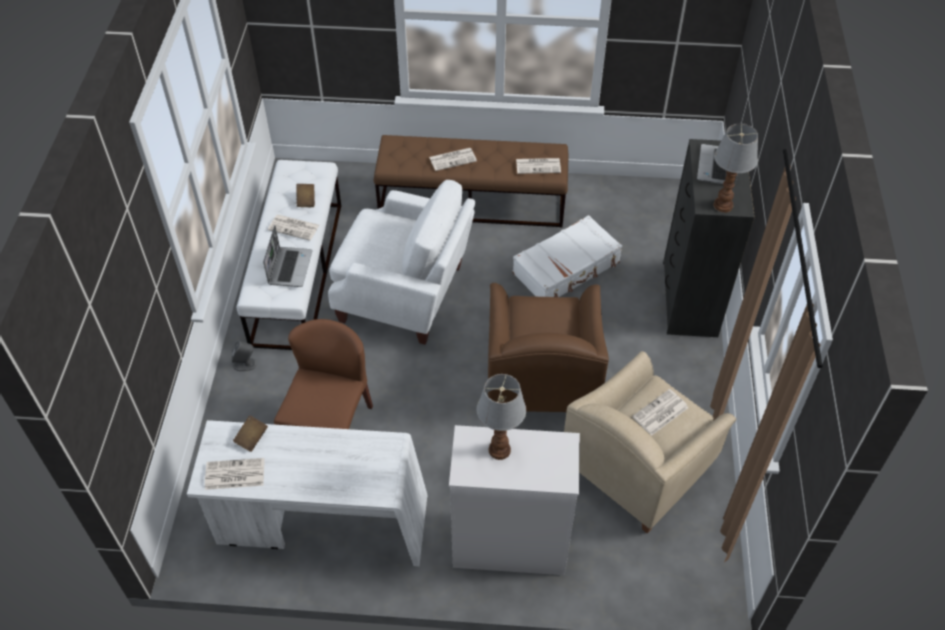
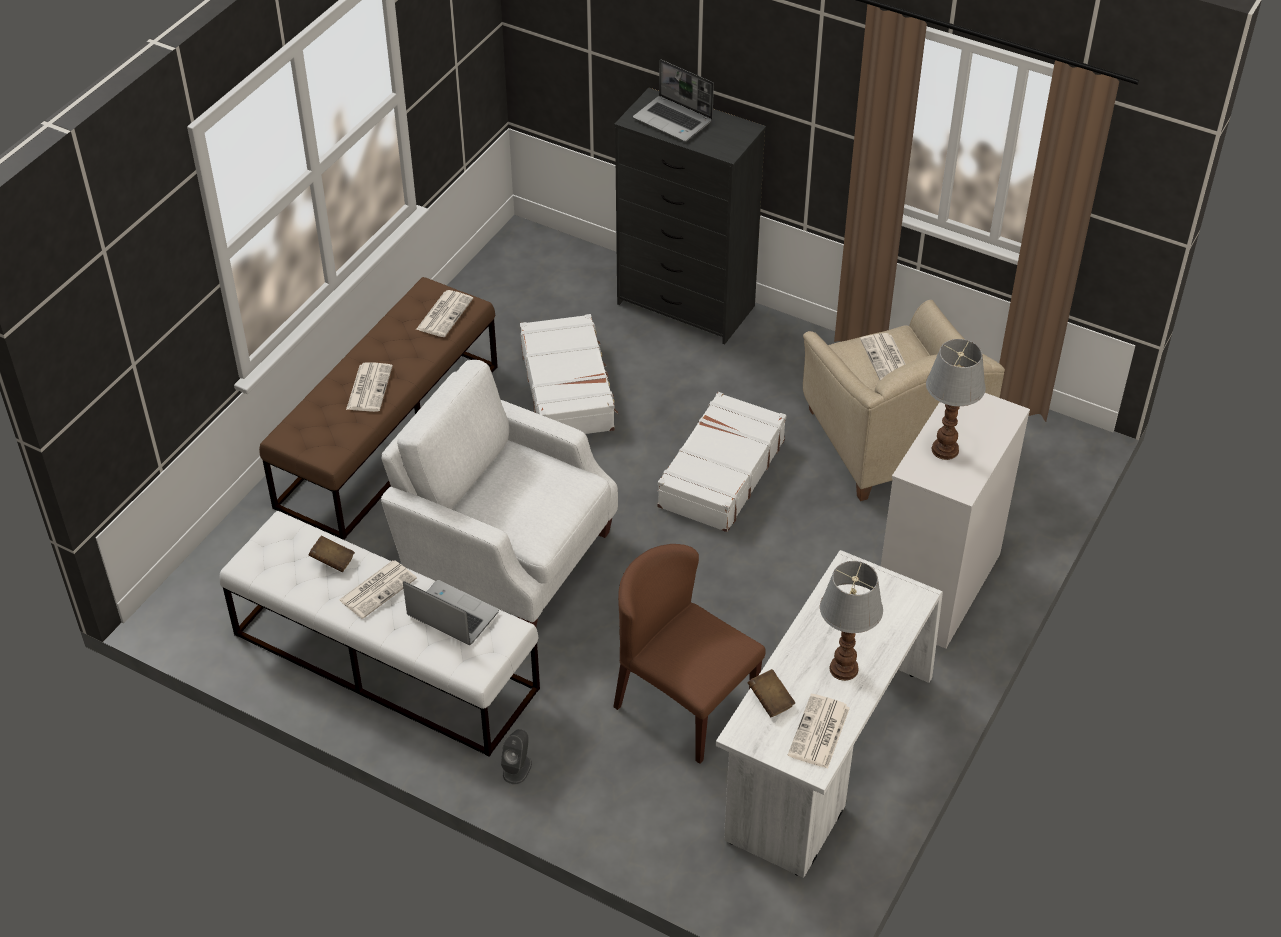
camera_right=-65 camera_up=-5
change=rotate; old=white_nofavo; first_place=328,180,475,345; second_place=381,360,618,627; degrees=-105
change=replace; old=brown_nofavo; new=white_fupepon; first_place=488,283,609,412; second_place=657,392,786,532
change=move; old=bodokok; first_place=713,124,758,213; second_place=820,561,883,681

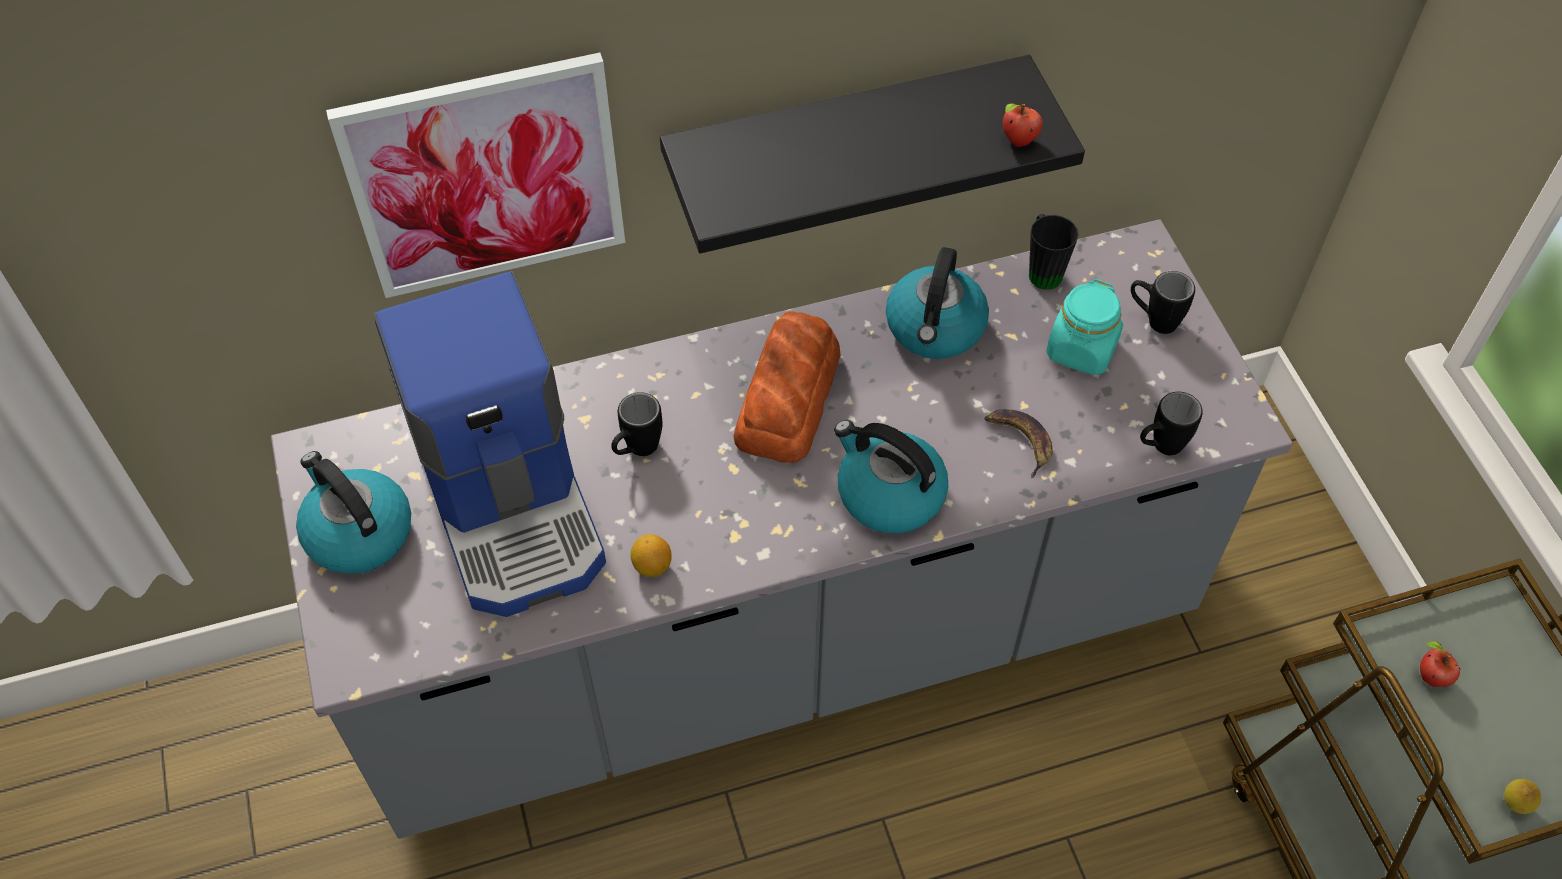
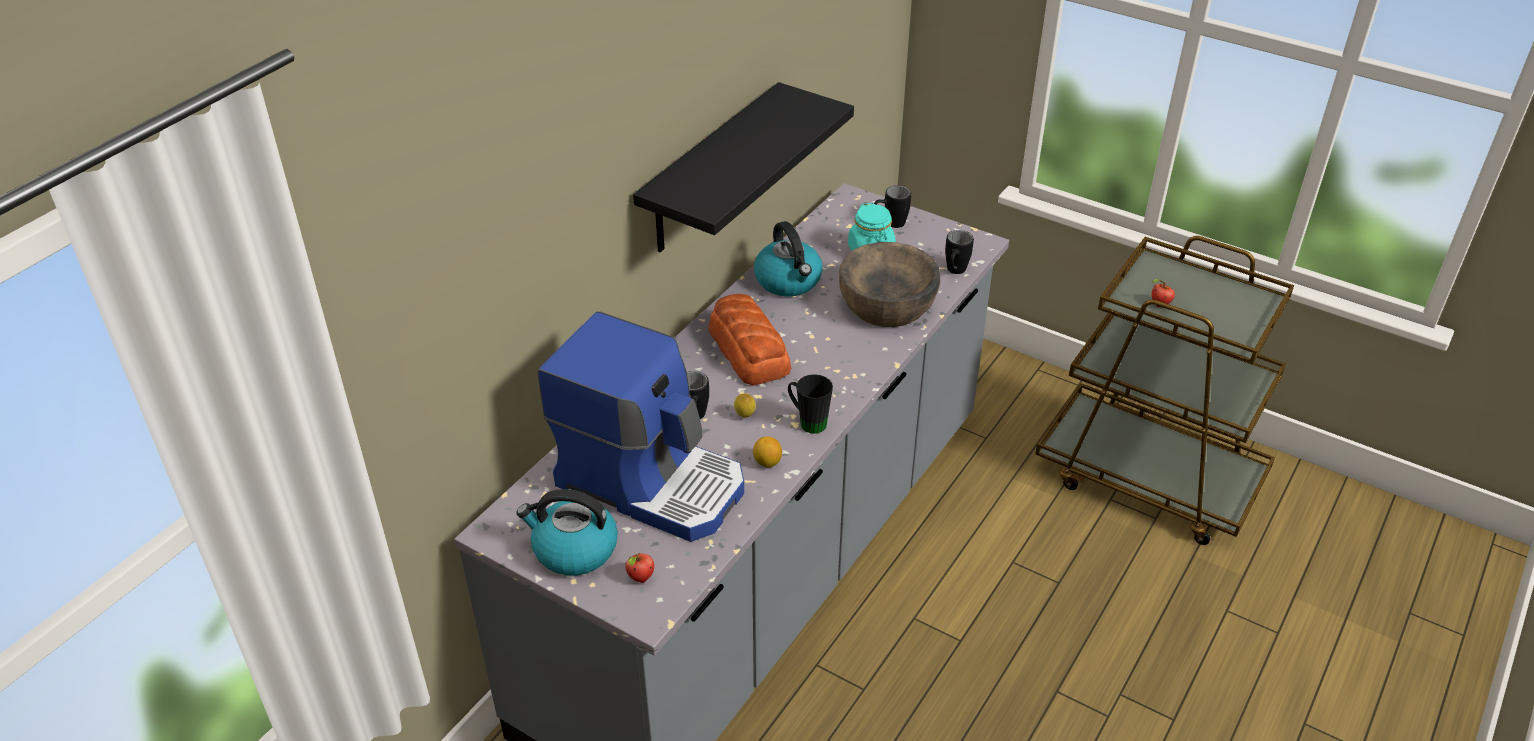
camera_right=-40 camera_up=-15
change=move; old=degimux; first_place=1003,103,1043,147; second_place=625,553,654,583
change=move; old=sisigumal; first_place=1504,779,1541,814; second_place=734,393,756,418
change=move; old=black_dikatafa; first_place=1029,214,1079,290; second_place=788,374,833,434
change=replace; old=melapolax; new=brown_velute; first_place=984,409,1053,478; second_place=839,242,940,327
change=delete; old=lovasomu; first_place=326,53,625,298
change=delete; old=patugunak; first_place=834,420,948,533

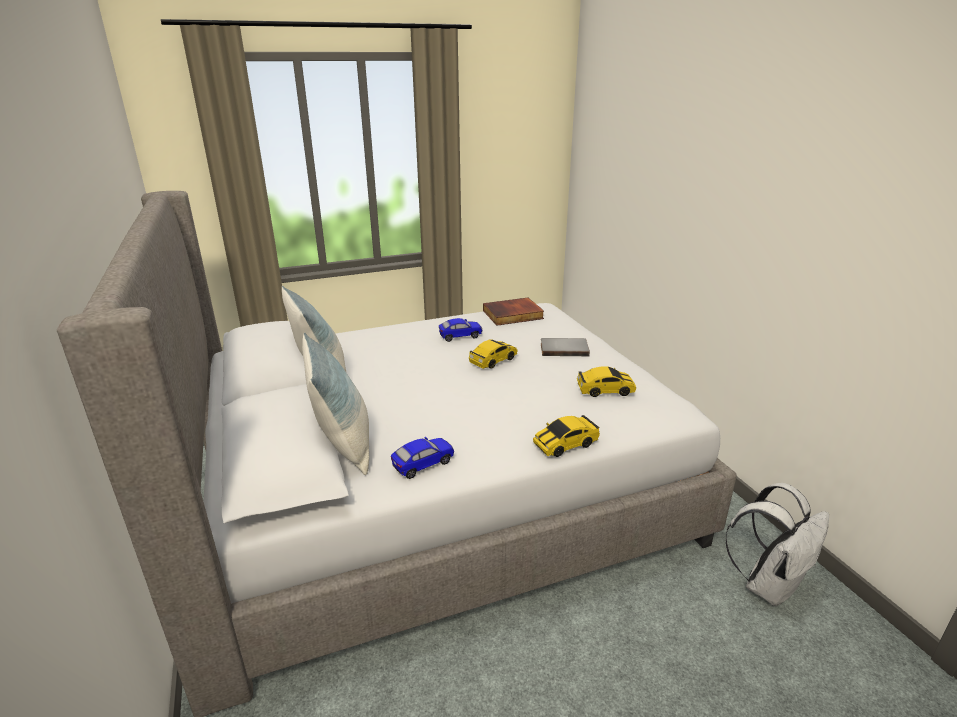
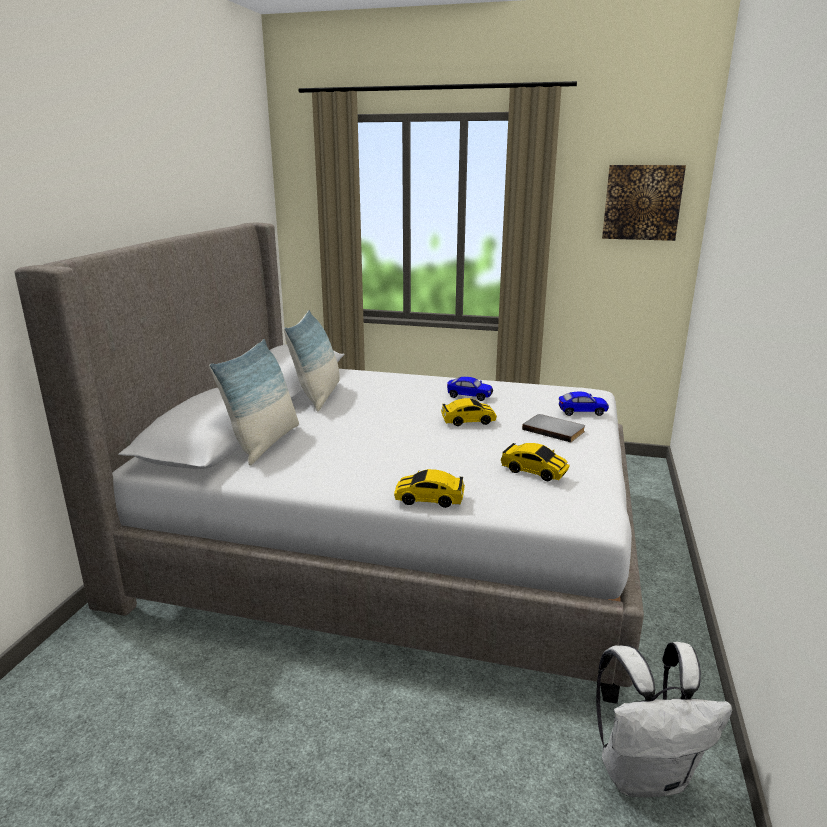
camera_right=35 camera_up=-5
change=move; old=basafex; first_place=391,437,454,479; second_place=559,392,609,416
change=insert; new=lovasomu; second_place=602,165,686,241
change=delete; old=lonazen; first_place=483,298,544,326

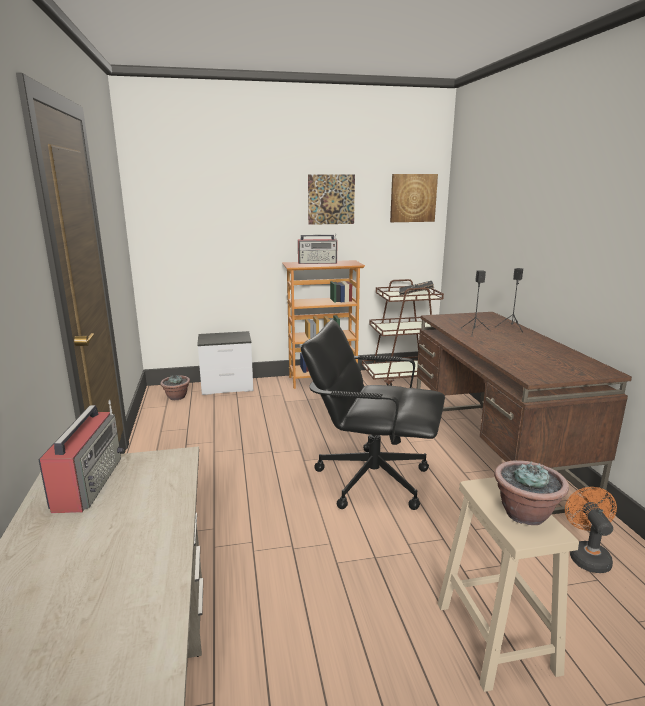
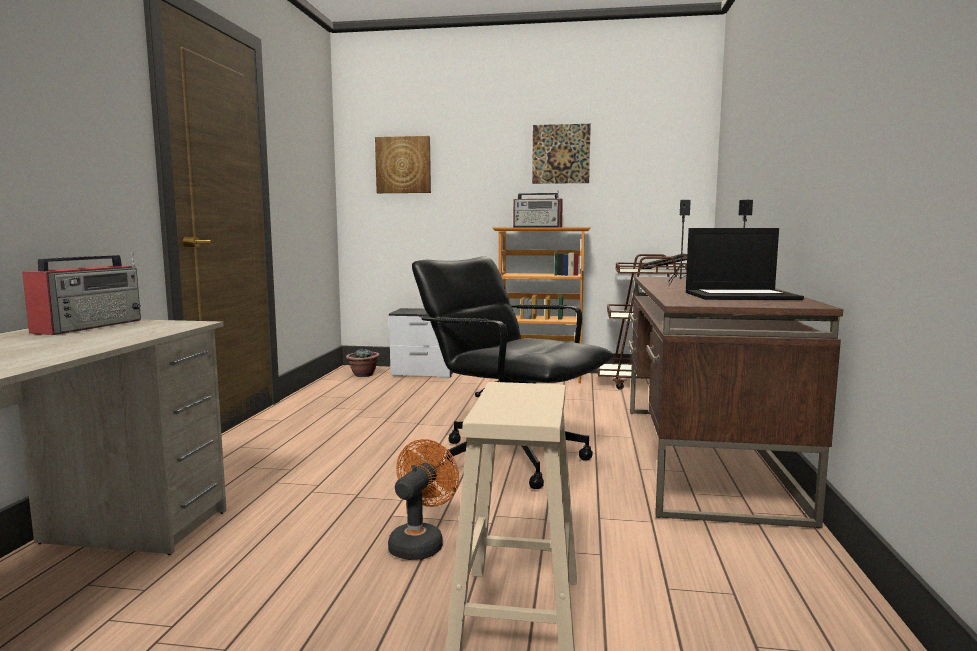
camera_right=20 camera_up=-10
change=move; old=lovasomu; first_place=390,174,438,222; second_place=375,136,431,193
change=move; old=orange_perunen; first_place=565,487,617,573; second_place=388,439,459,560
change=insert; new=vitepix; second_place=686,228,804,300
change=delete; old=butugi; first_place=494,460,569,525

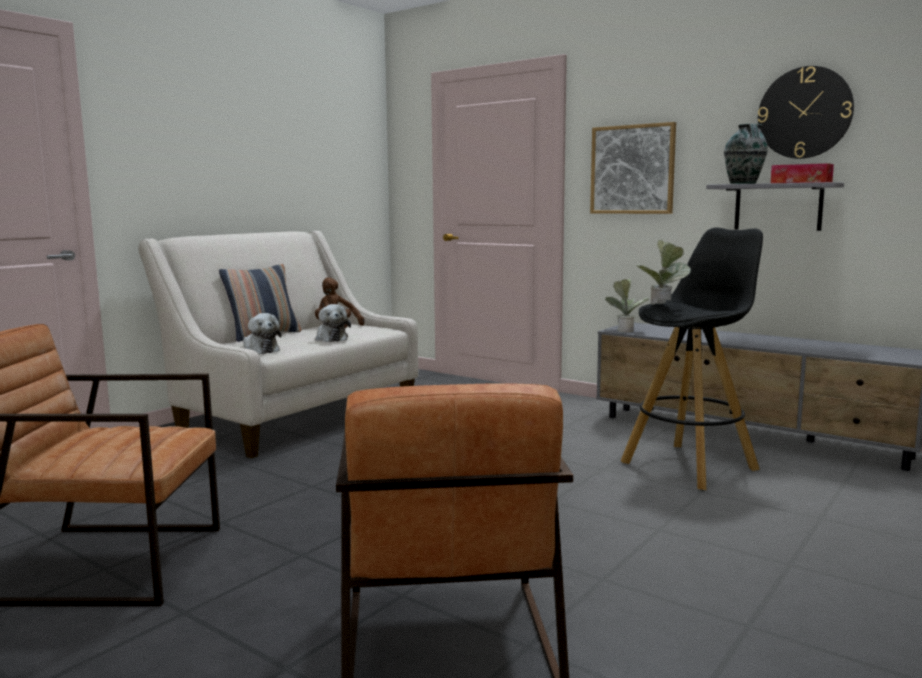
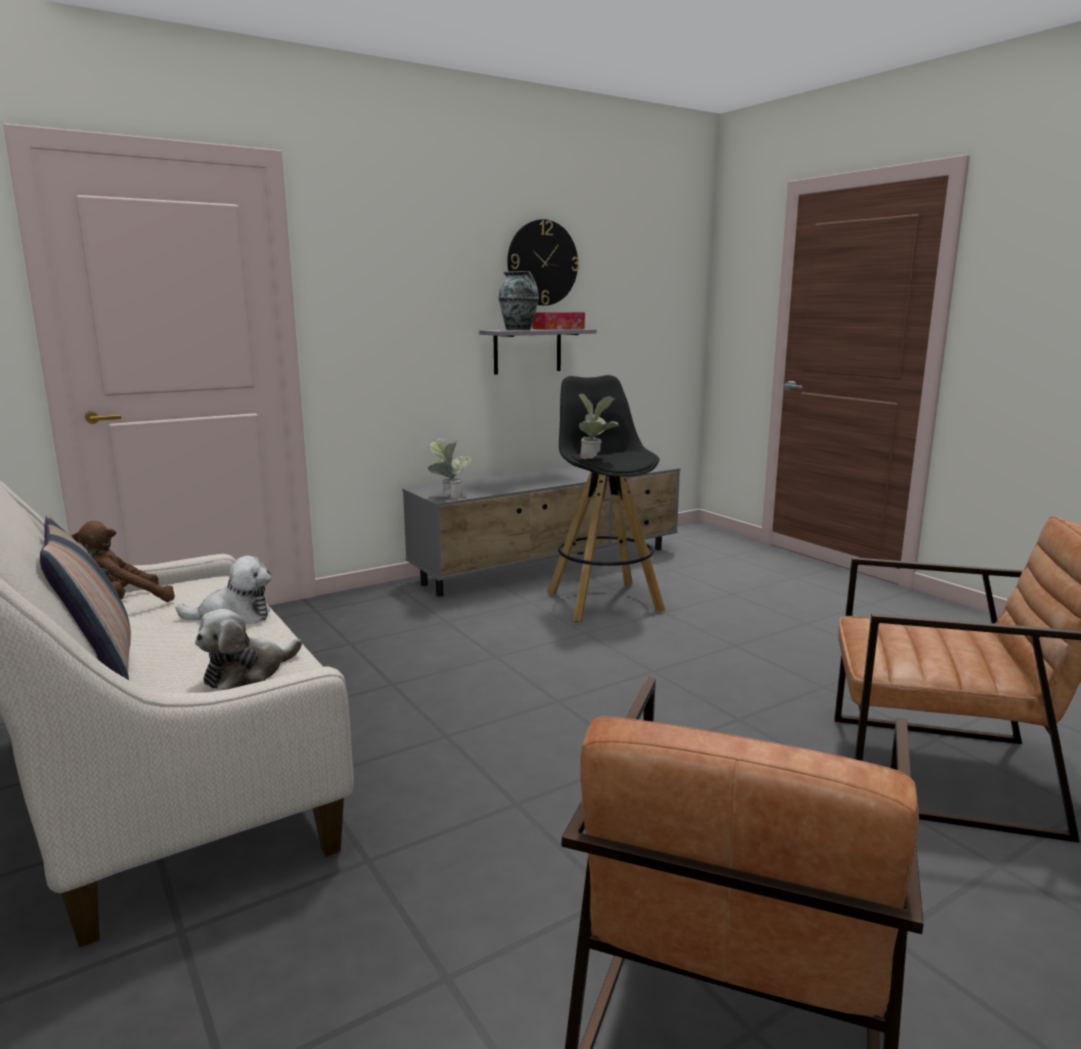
camera_right=-70 camera_up=5
change=rotate; old=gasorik; first_place=243,313,282,354; second_place=195,609,302,691; degrees=150
change=delete; old=lovasomu; first_place=590,122,676,214

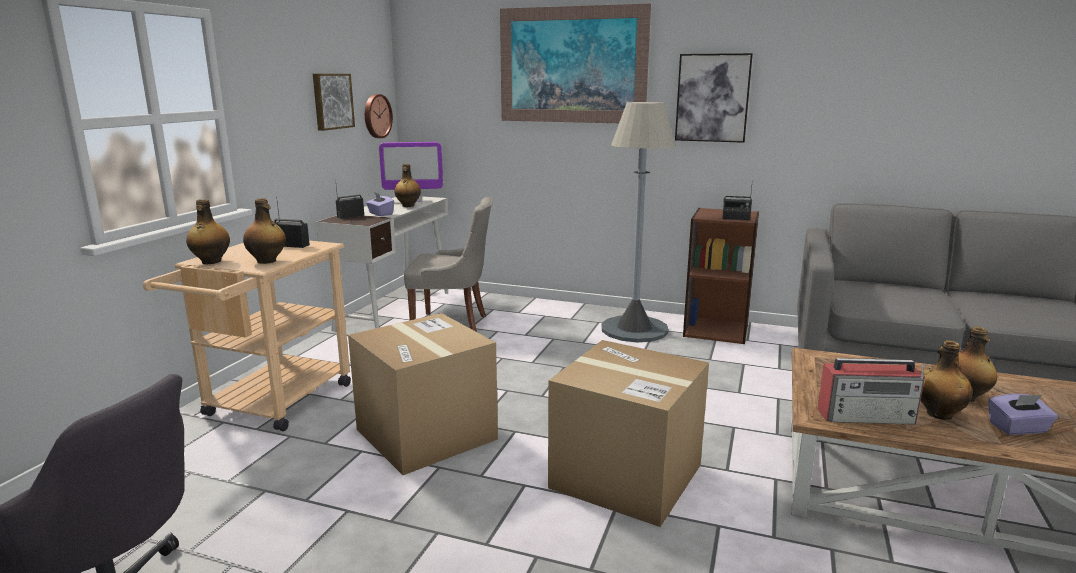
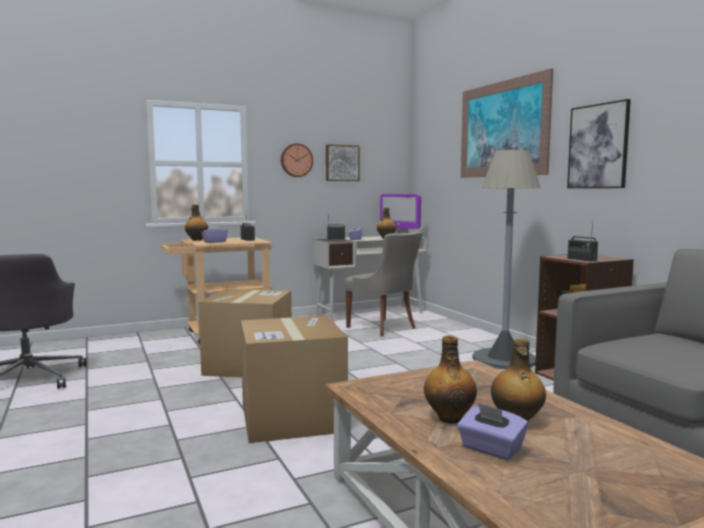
camera_right=45 camera_up=-10
change=replace; old=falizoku; new=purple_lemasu; first_place=243,198,286,264; second_place=201,223,228,243
change=move; old=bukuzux; first_place=365,94,393,138; second_place=281,143,313,177
change=delete; old=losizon; first_place=818,358,925,425

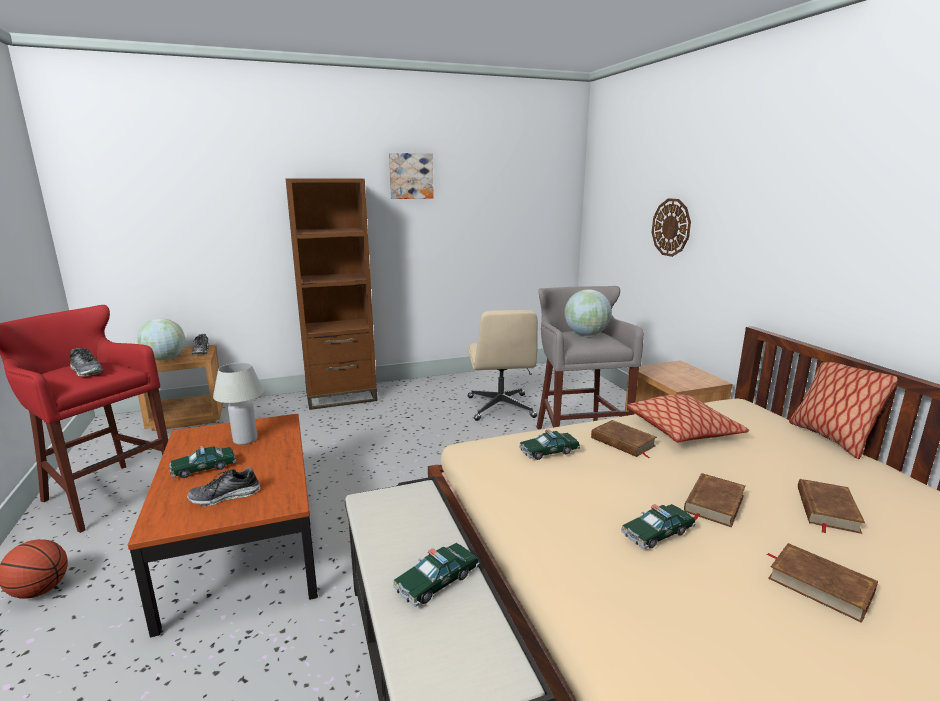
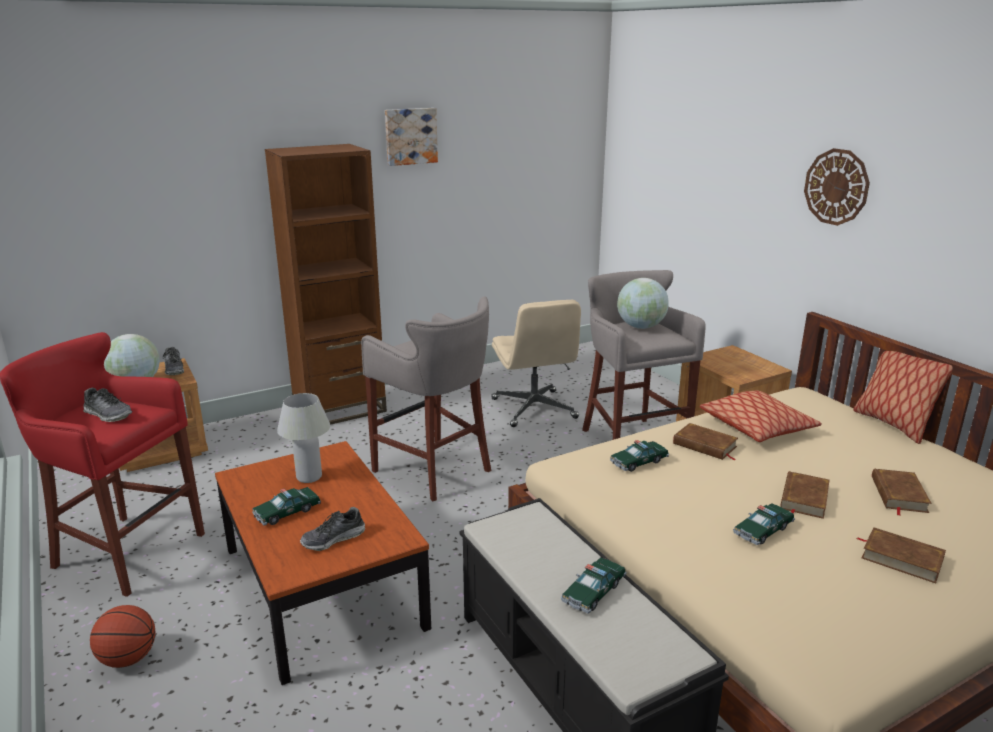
camera_right=-10 camera_up=5
change=insert; new=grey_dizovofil; second_place=361,296,491,501
change=move; old=bukuzux; first_place=652,198,691,257; second_place=804,148,870,226

